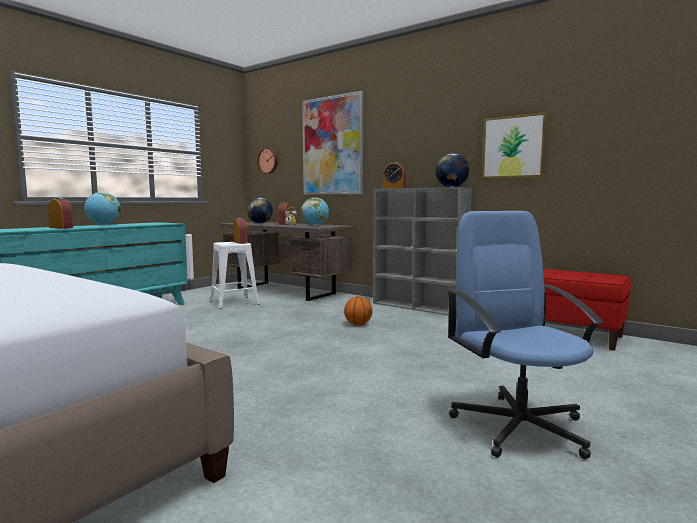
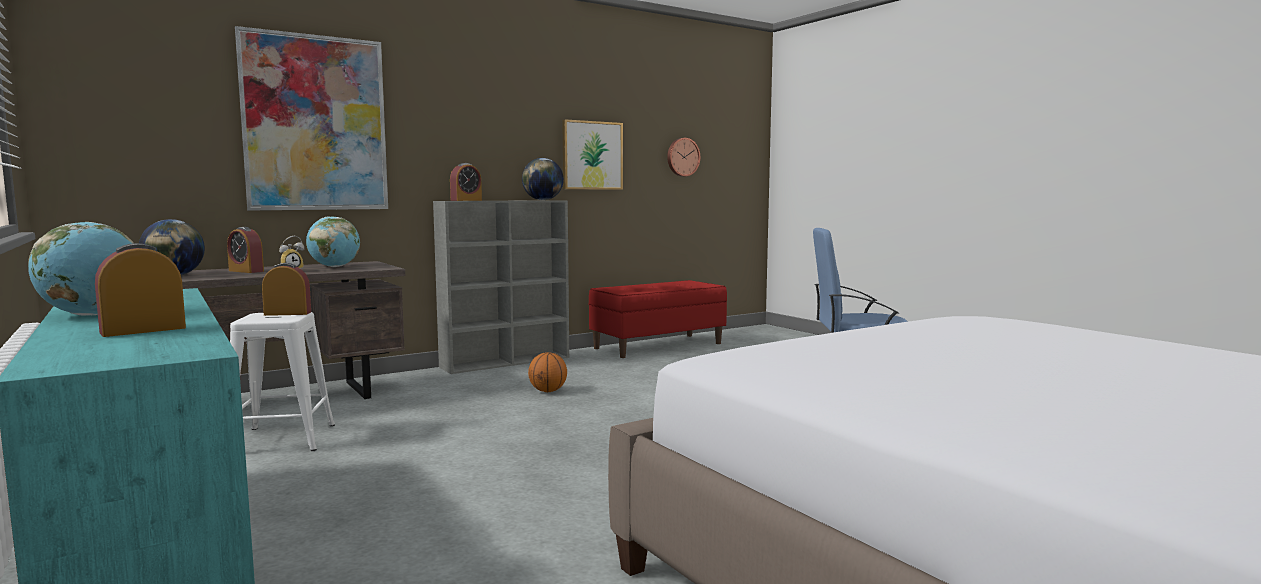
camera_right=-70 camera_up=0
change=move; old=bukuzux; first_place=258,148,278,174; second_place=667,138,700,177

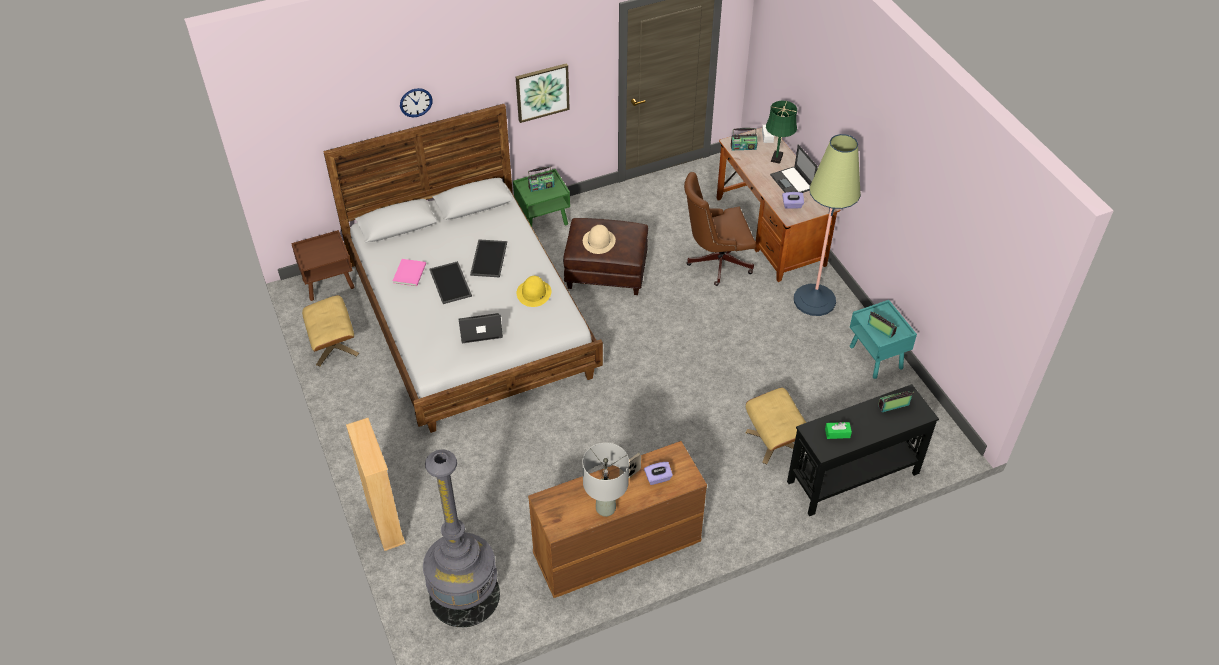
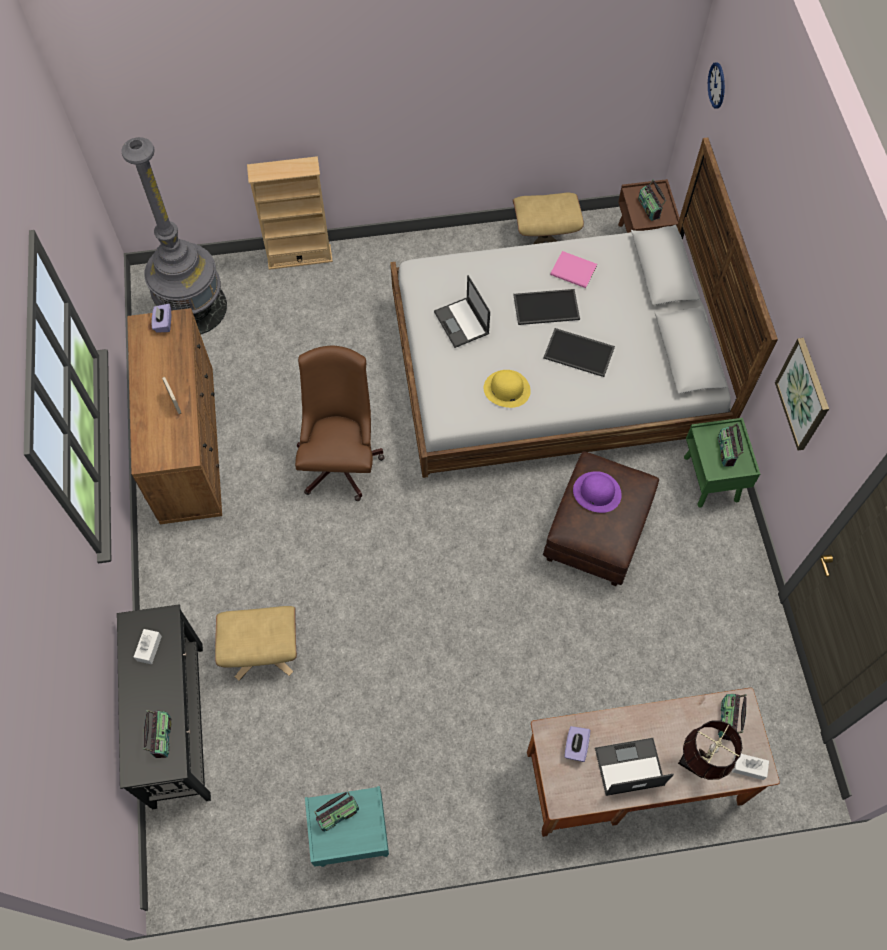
camera_right=105 camera_up=15
change=recolor; old=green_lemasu; new=white_lemasu; first_place=825,422,852,439; second_place=134,629,162,664
change=move; old=purple_lemasu; first_place=644,462,673,485; second_place=152,304,171,333
change=move; old=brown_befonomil; first_place=684,172,756,286; second_place=295,346,385,501
change=rotate; old=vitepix; first_place=458,313,503,343; second_place=434,275,490,348; degrees=150
change=recolor; old=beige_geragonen; new=purple_geragonen; first_place=583,225,616,254; second_place=573,471,622,513
change=insert; new=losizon; second_place=638,179,666,221
change=recolor; old=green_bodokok; new=brown_bodokok; first_place=766,100,797,164; second_place=678,720,742,780
change=move; old=bukuzux; first_place=400,88,433,118; second_place=708,62,725,109
change=delete; old=grey_bodokok; first_place=582,443,629,517
change=delete; old=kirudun; first_place=794,134,861,316

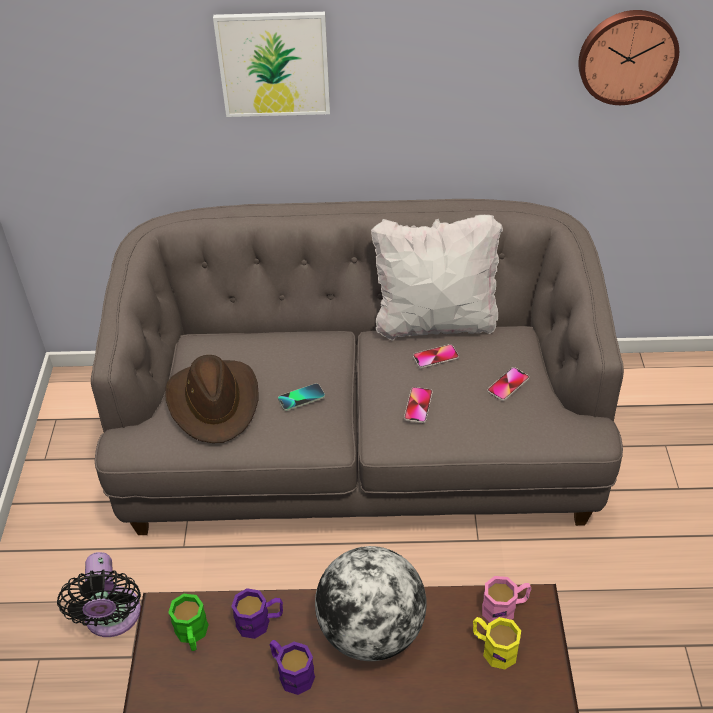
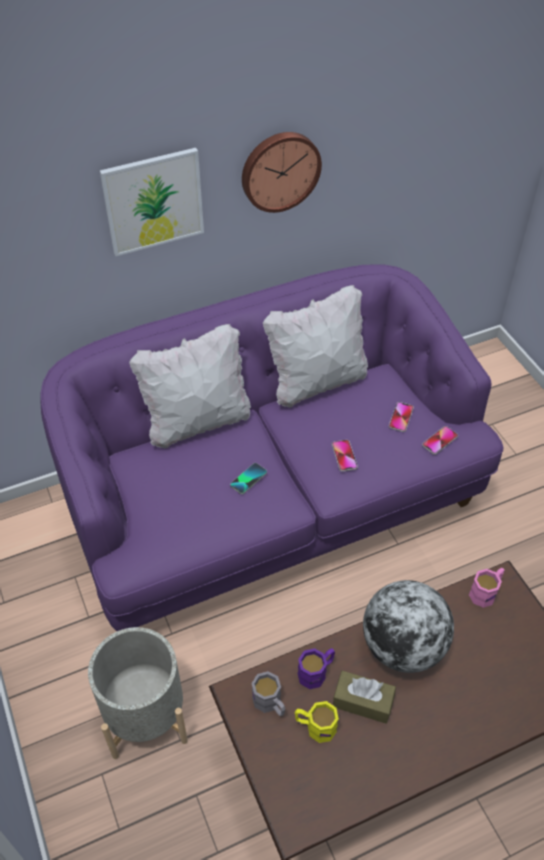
camera_right=-25 camera_up=5
change=recolor; old=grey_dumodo; new=purple_dumodo; first_place=91,199,624,535; second_place=40,264,504,631
change=replace; old=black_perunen; new=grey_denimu; first_place=57,552,141,637; second_place=88,627,188,759
change=insert; new=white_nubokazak; second_place=129,324,251,448
change=move; old=bukuzux; first_place=578,10,679,105; second_place=242,132,322,213
change=recolor; old=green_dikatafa; new=grey_dikatafa; first_place=168,594,209,651; second_place=251,671,285,716
change=move; old=yellow_dikatafa; first_place=473,617,521,670; second_place=295,701,339,743
change=replace; old=purple_dikatafa; new=brown_lemasu; first_place=270,640,315,695; second_place=333,671,396,724
change=move; old=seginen; first_place=413,344,459,369; second_place=422,426,458,455
change=delete; old=brown_geragonen; first_place=165,355,259,443

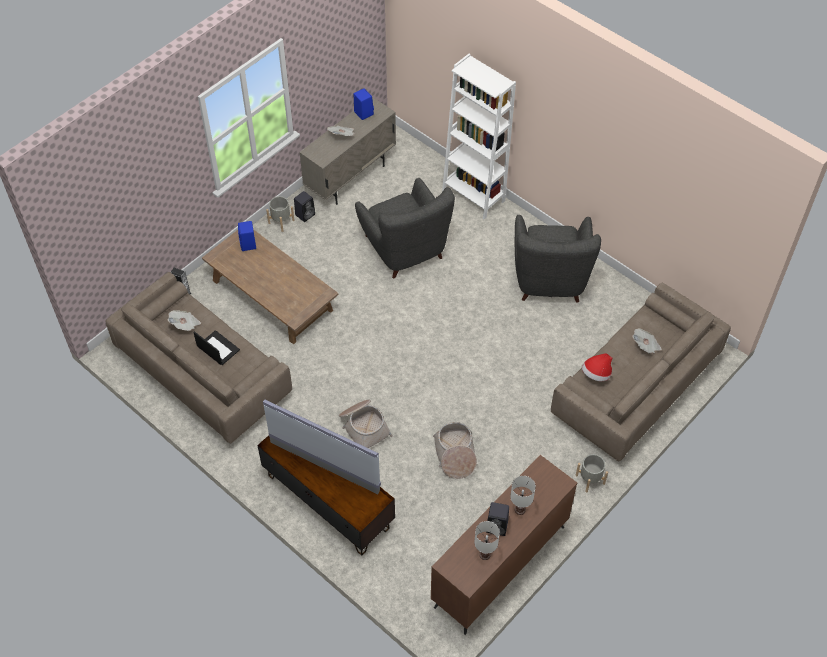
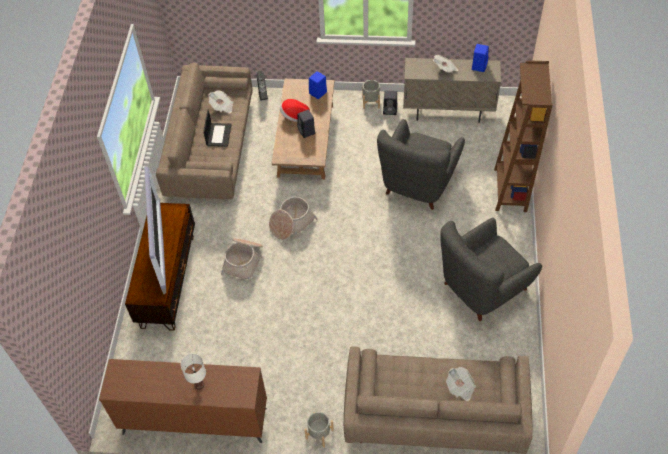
camera_right=55 camera_up=0
change=move; old=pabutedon; first_place=433,422,477,479; second_place=269,197,318,240
change=move; old=geragonen; first_place=582,353,613,382; second_place=280,99,310,122
change=move; old=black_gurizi; first_place=487,502,509,536; second_place=297,110,315,138
change=recolor; old=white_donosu; new=brown_donosu; first_place=442,54,516,219; second_place=494,60,552,212
change=delete; old=white_bodokok; first_place=474,521,500,560

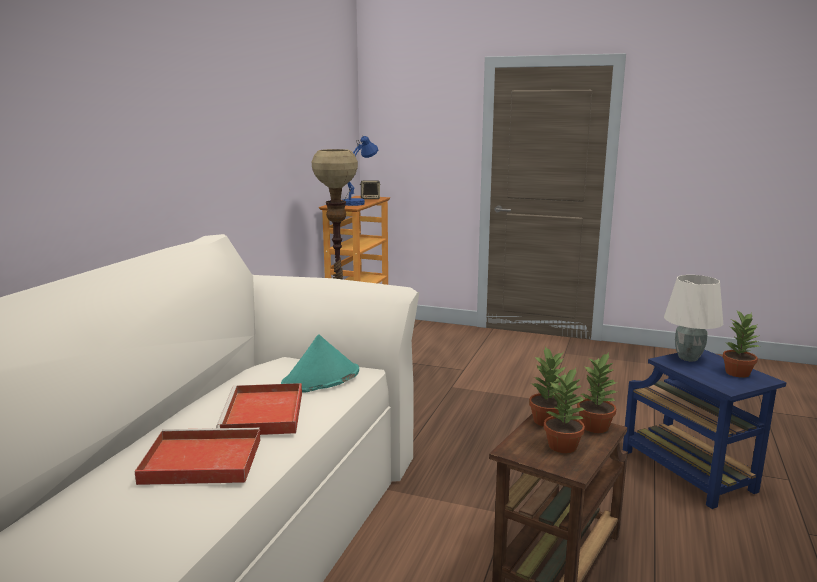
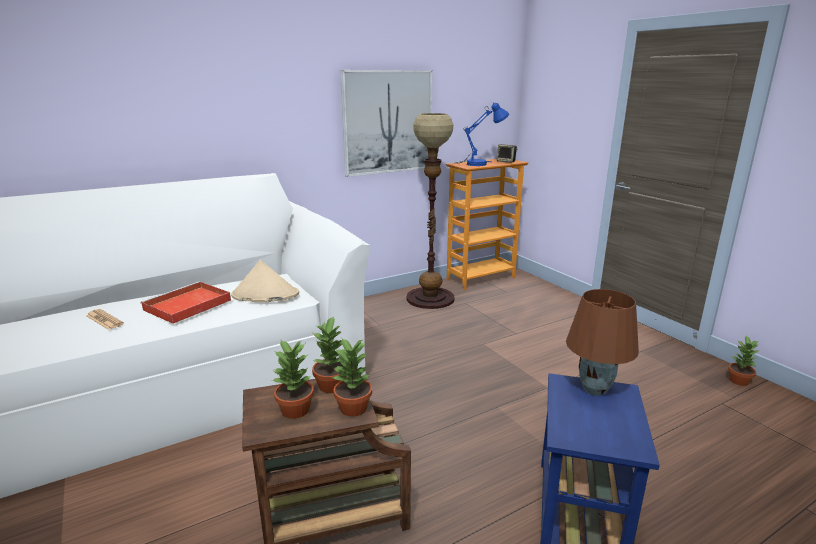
camera_right=40 camera_up=5
change=replace; old=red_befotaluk; new=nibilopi; first_place=134,428,260,485; second_place=86,309,124,330
change=recolor; old=turquoise_geragonen; new=beige_geragonen; first_place=281,334,359,393; second_place=231,260,299,302
change=insert; new=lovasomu; second_place=340,70,433,177
change=recolor; old=white_bodokok; new=brown_bodokok; first_place=664,275,723,361; second_place=566,289,639,396
change=move; old=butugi; first_place=723,311,760,378; second_place=728,335,760,386

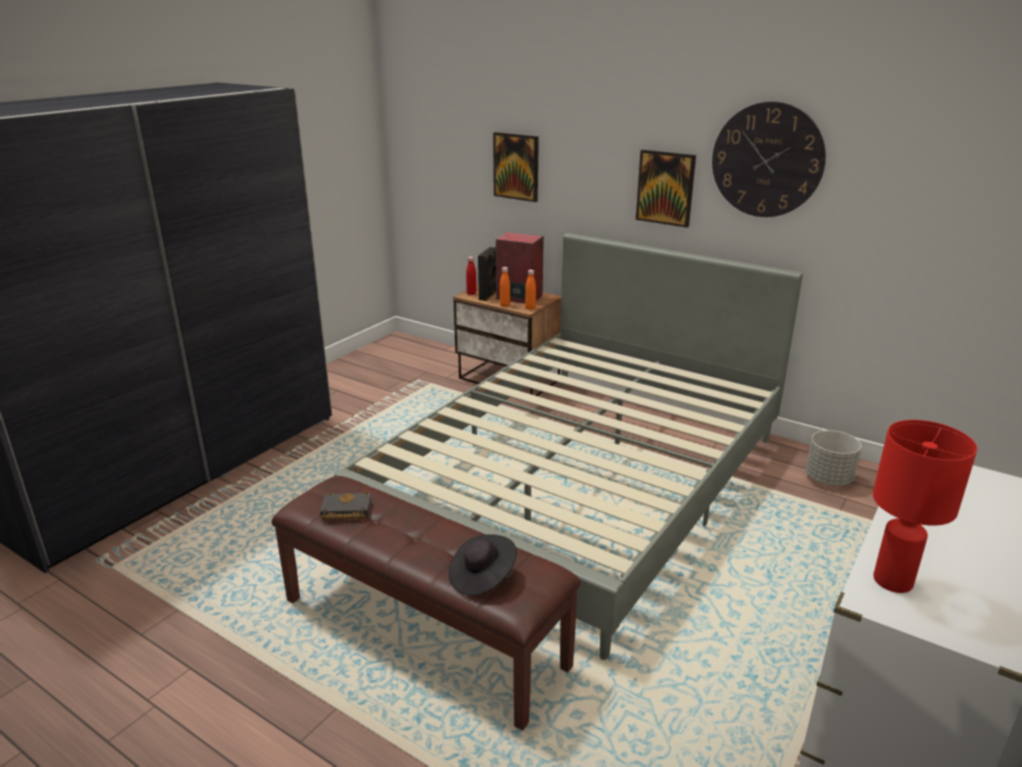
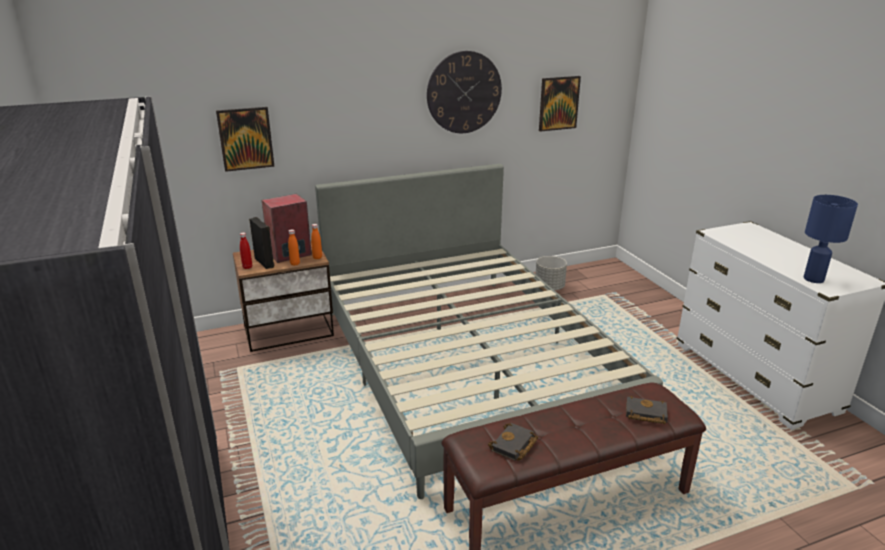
camera_right=-55 camera_up=0
change=move; old=lovasomu; first_place=636,150,696,228; second_place=539,76,581,132
change=replace; old=black_geragonen; new=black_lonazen; first_place=448,534,517,596; second_place=626,396,668,424
change=recolor; old=red_bodokok; new=blue_bodokok; first_place=873,420,977,593; second_place=804,195,858,283

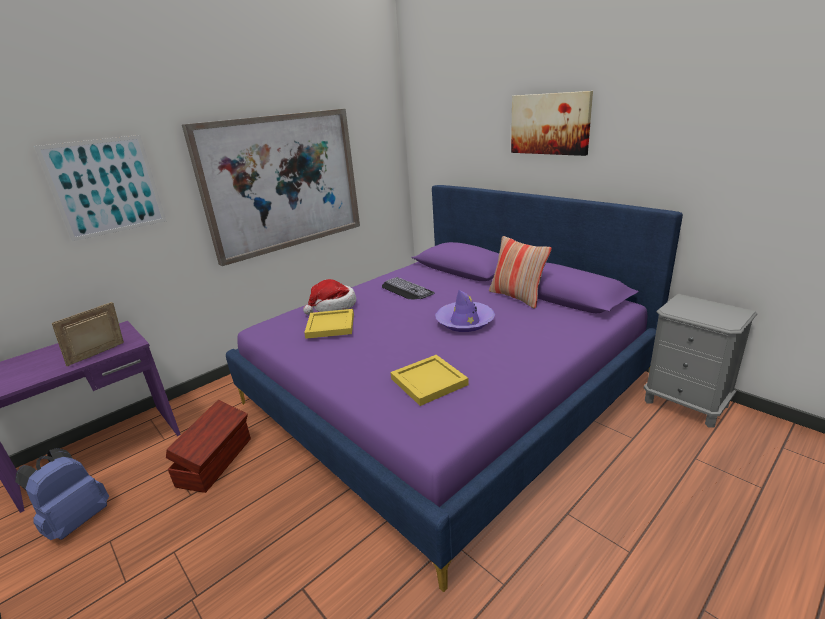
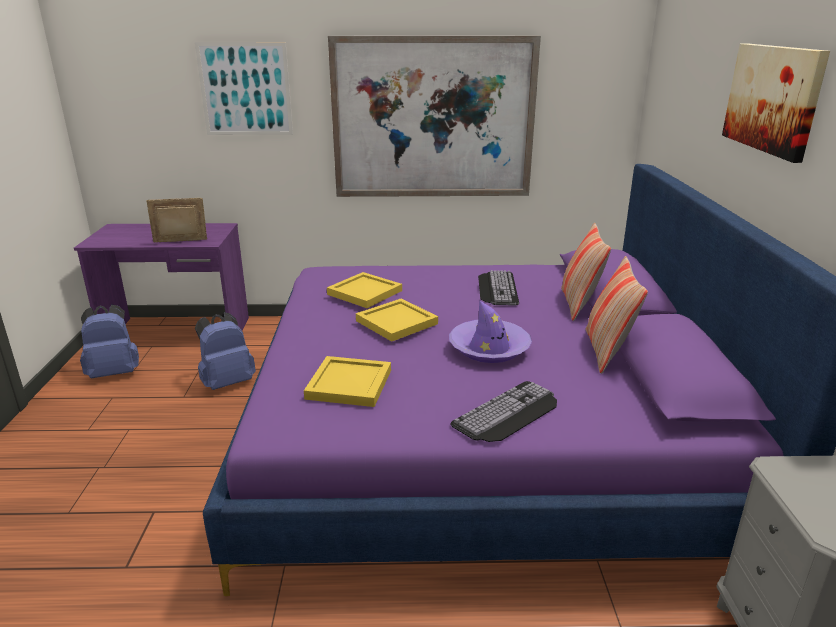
camera_right=40 camera_up=0
change=replace; old=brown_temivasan; new=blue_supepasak; first_place=166,400,251,493; second_place=195,312,256,390
change=insert; new=yellow_befotaluk; second_place=356,298,438,342
change=insert; new=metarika; second_place=450,381,557,442
change=insert; new=nubokazak; second_place=561,223,611,321
change=delete; old=geragonen; first_place=303,279,356,315

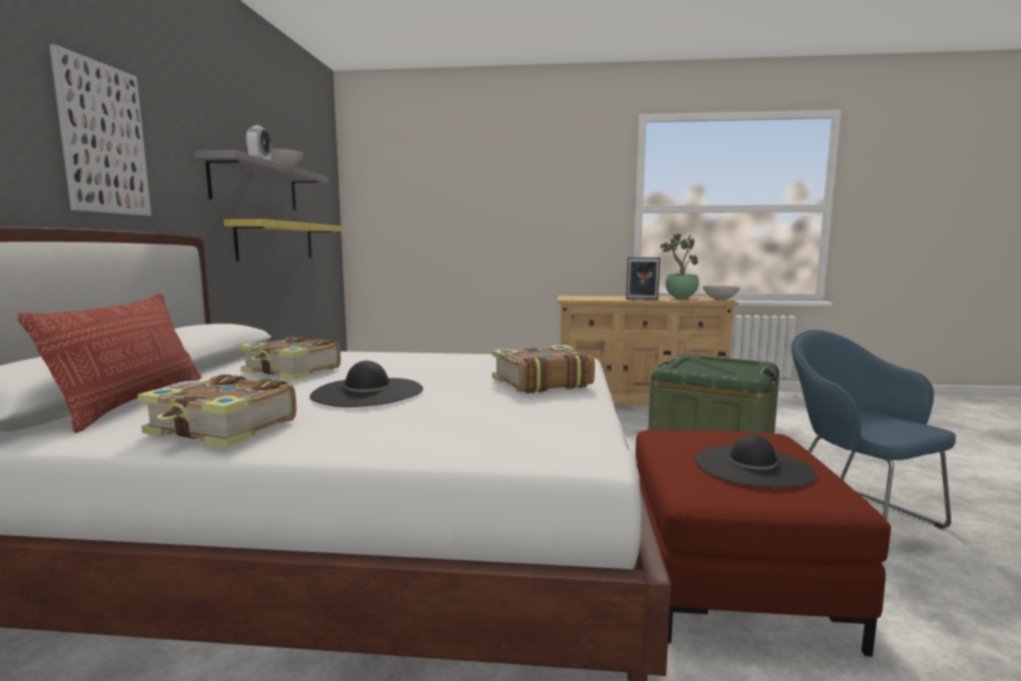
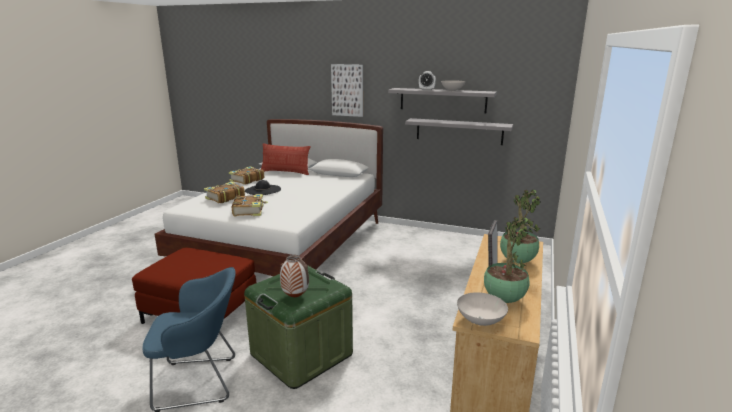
camera_right=105 camera_up=10
change=move; old=lonazen; first_place=239,336,341,380; second_place=204,182,245,203
change=insert; new=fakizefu; second_place=280,255,309,297
change=recolor; old=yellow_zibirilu; new=grey_zibirilu; first_place=224,219,342,261; second_place=405,118,513,145
change=insert; new=butugi; second_place=500,190,541,263
change=delete; old=black_geragonen; first_place=695,434,815,488

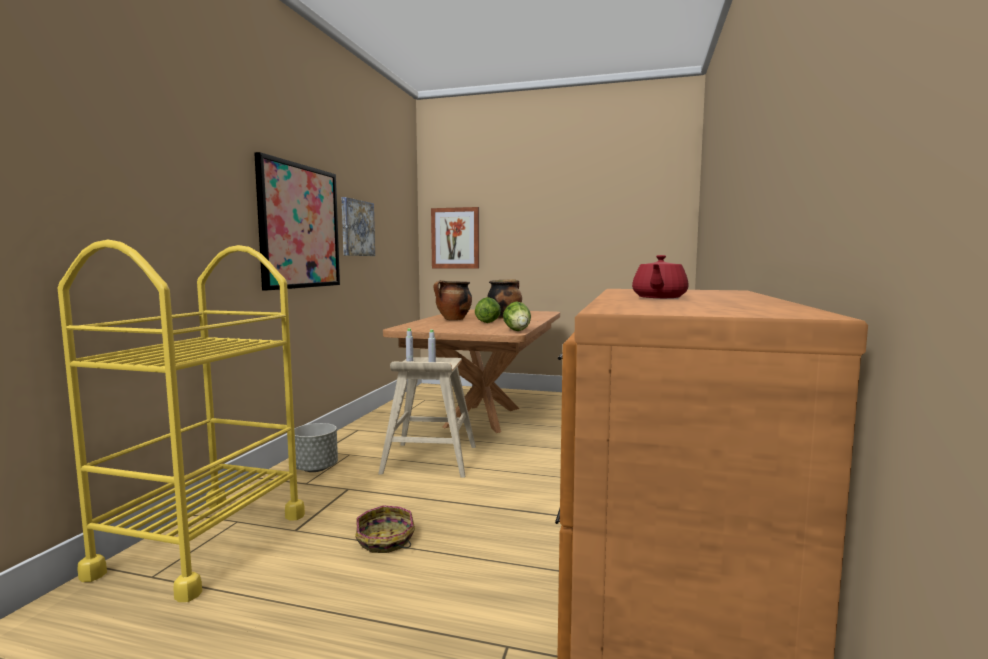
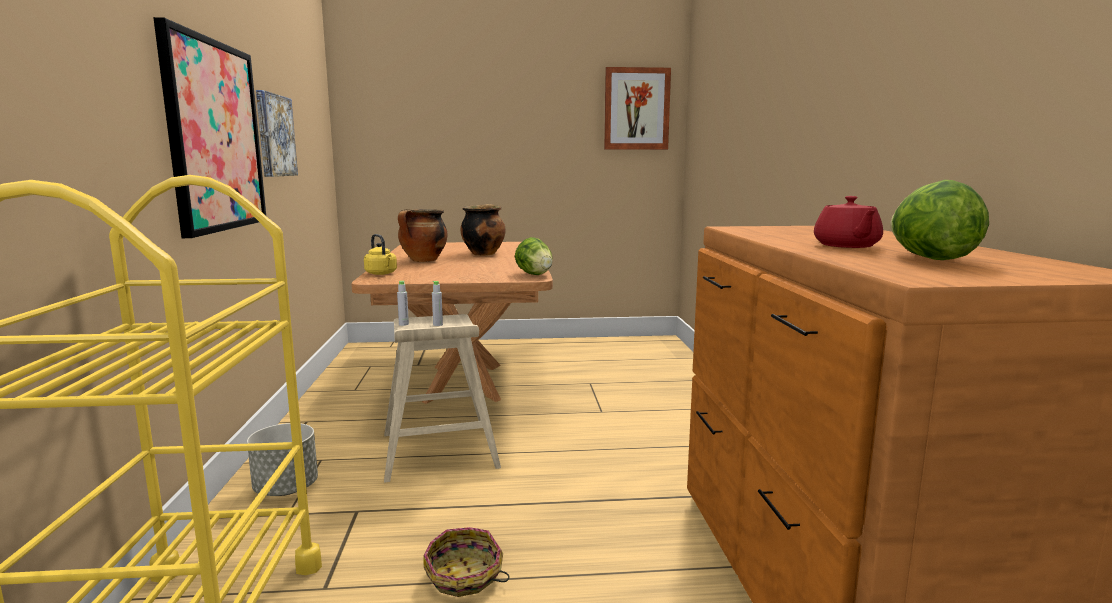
camera_right=-20 camera_up=5
change=insert; new=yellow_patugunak; second_place=364,234,397,275
change=move; old=lovasomu; first_place=431,207,479,269; second_place=604,67,671,150
change=move; old=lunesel; first_place=475,297,501,323; second_place=890,180,989,260

